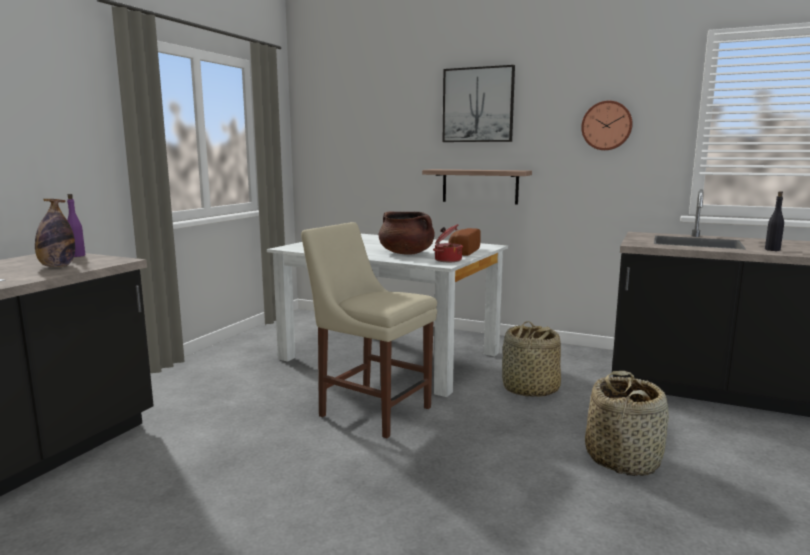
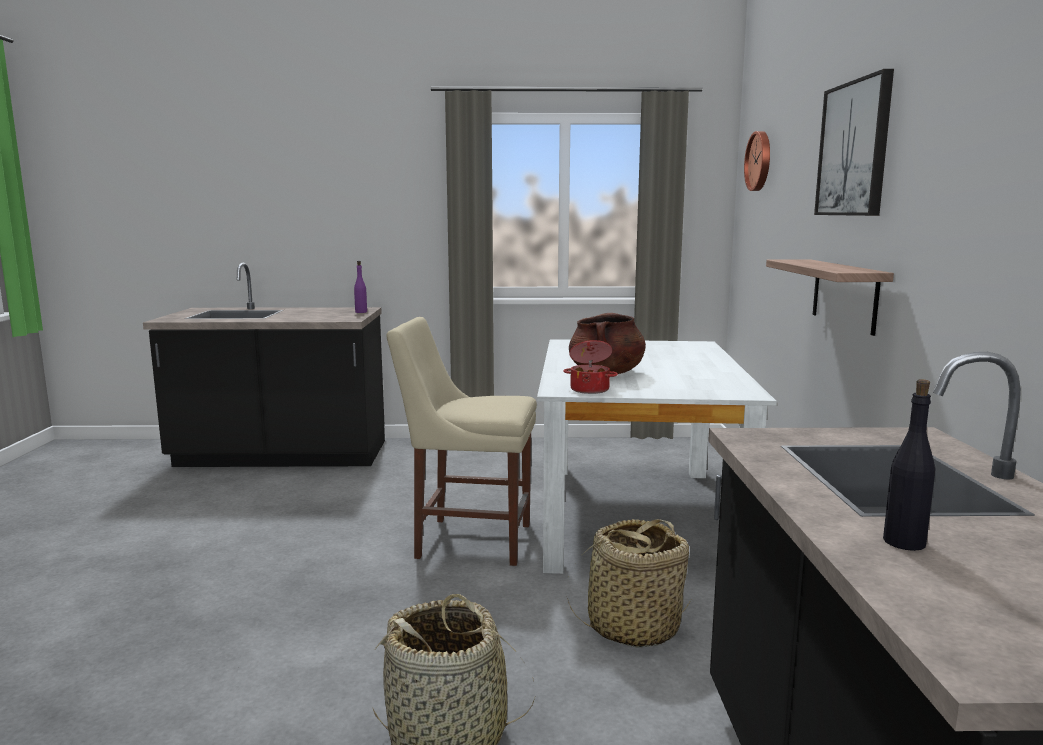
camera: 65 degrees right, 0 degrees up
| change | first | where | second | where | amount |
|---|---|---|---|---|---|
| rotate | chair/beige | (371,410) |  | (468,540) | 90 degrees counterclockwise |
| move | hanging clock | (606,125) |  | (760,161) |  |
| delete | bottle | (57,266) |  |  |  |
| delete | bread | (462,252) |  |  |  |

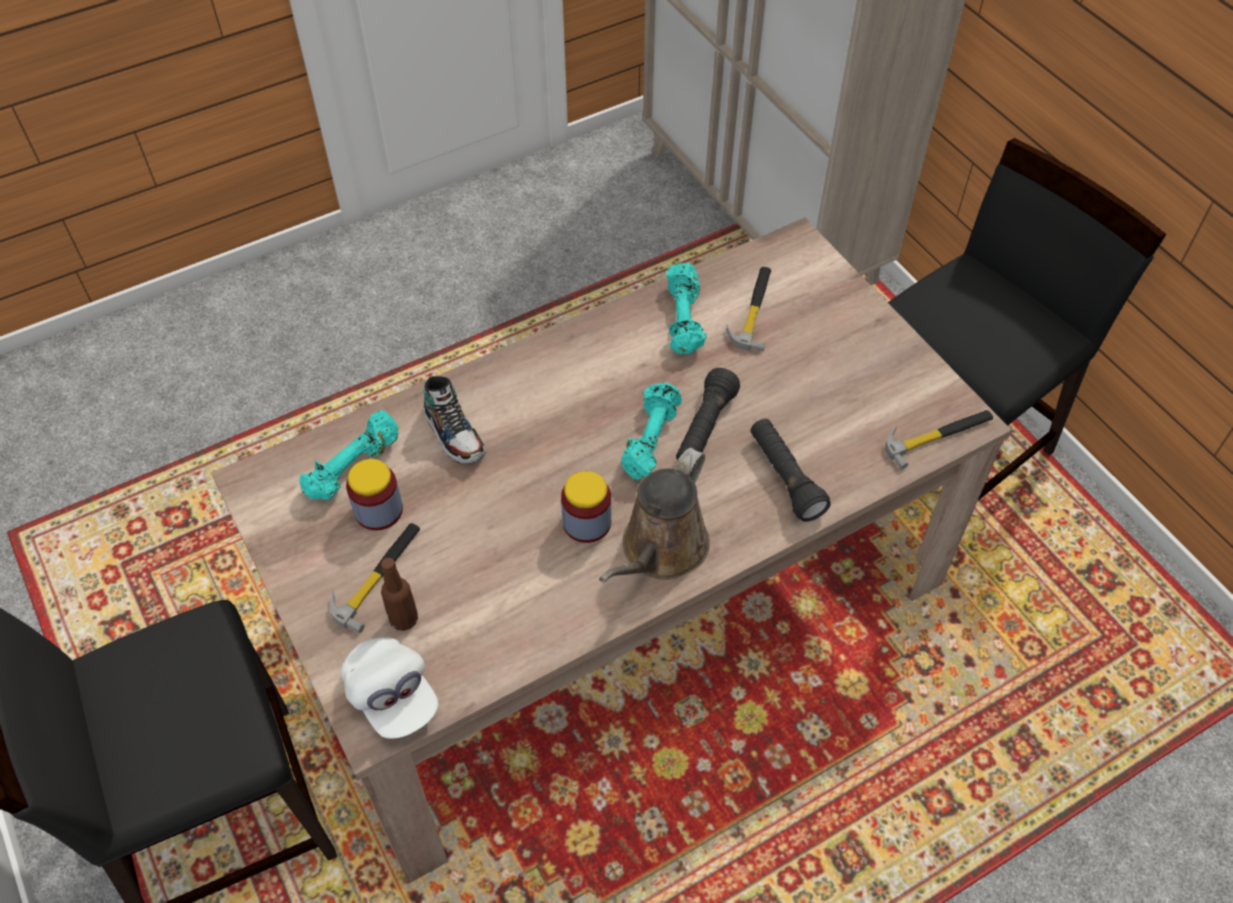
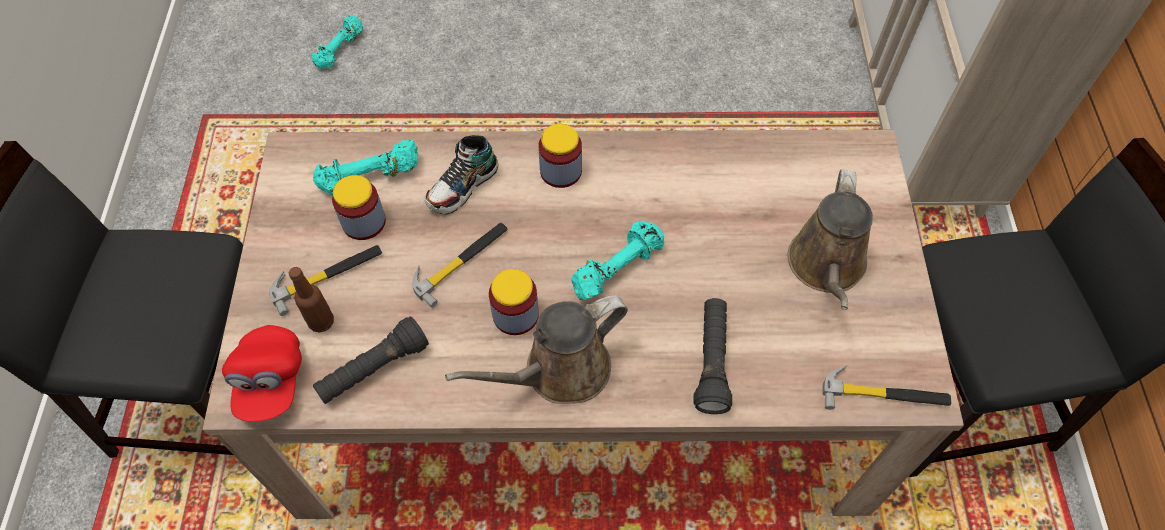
camera: 30 degrees right, 5 degrees up
| change | first | where | second | where | amount |
|---|---|---|---|---|---|
| recolor | peaked cap/white | (392,696) | peaked cap/reddish | (270,381) |  |
| move | dumbbell/blue-green | (685,320) |  | (341,50) |  |
| move | hand torch/blackish | (705,429) |  | (373,369) |  |
| move | hammer | (753,309) |  | (461,261) |  |
| rotate | low shoe | (454,434) |  | (463,187) | 45 degrees clockwise |
| insert |  |  | preserve jar | (561,171) |  |
| insert |  |  | sprinkling can/brown | (826,267) |  |

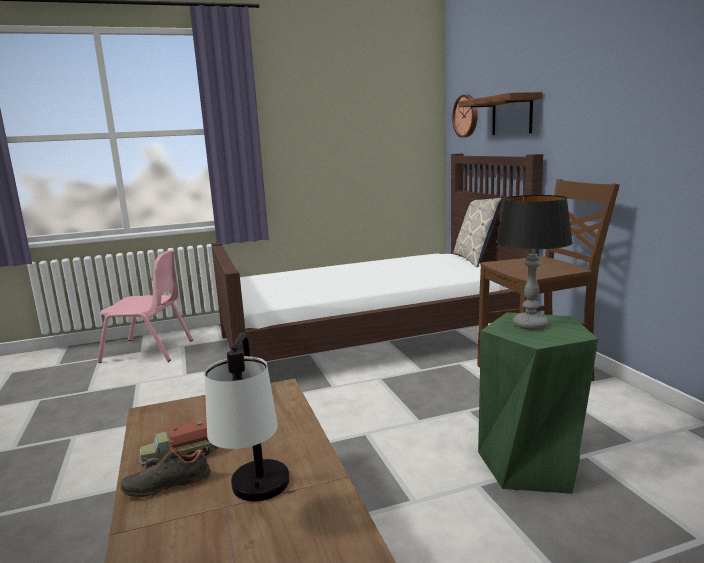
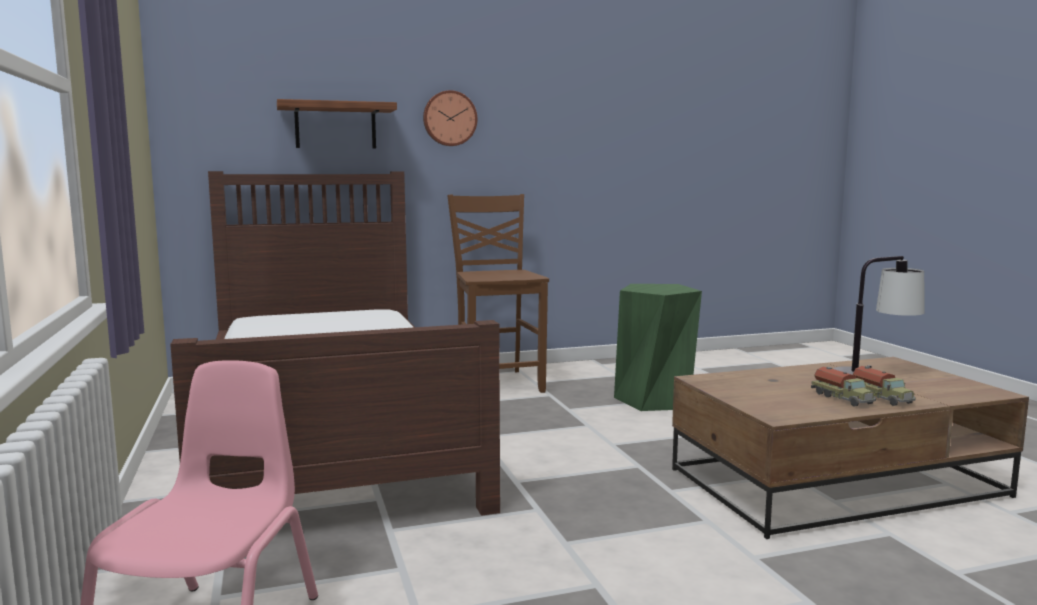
camera: 90 degrees left, 5 degrees down
| change | first | where | second | where | amount |
|---|---|---|---|---|---|
| move | hanging clock | (466,116) |  | (449,118) |  |
| replace | low shoe/blackish | (167,484) | toy lorry | (881,398) |  |
| delete | throw pillow | (475,260) |  |  |  |
| delete | table lamp | (530,325) |  |  |  |

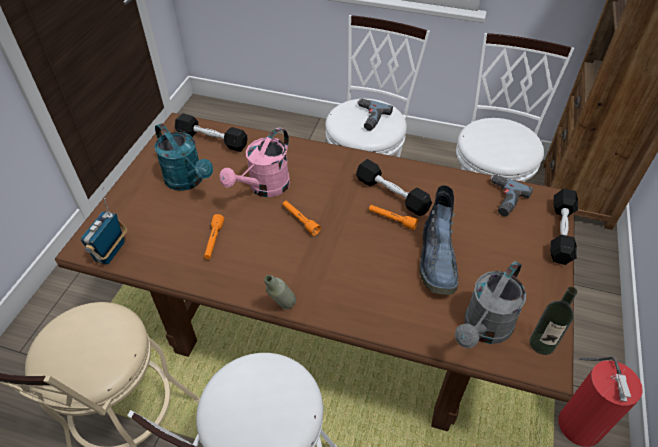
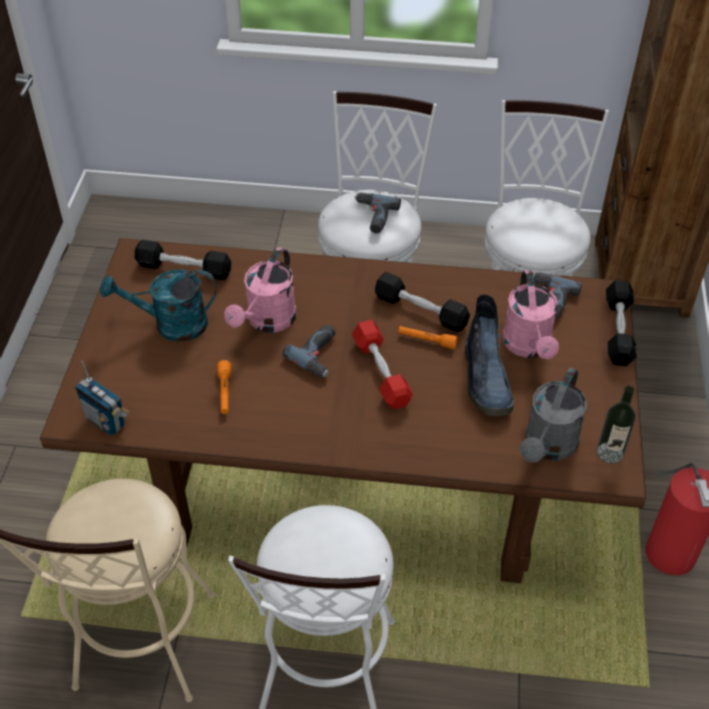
camera: 10 degrees left, 0 degrees up
| change | first | where | second | where | amount |
|---|---|---|---|---|---|
| rotate | radio receiver | (111,252) |  | (106,421) | 60 degrees counterclockwise |
| rotate | sprinkling can/blue-green | (188,181) |  | (171,325) | 135 degrees clockwise |
| replace | hand torch/orange | (300,220) | electric drill | (320,355) |  |
| insert |  |  | dumbbell/reddish | (381,372) |  |
| insert |  |  | sprinkling can/pink | (529,347) |  |
| delete | bottle/grey | (282,309) |  |  |  |

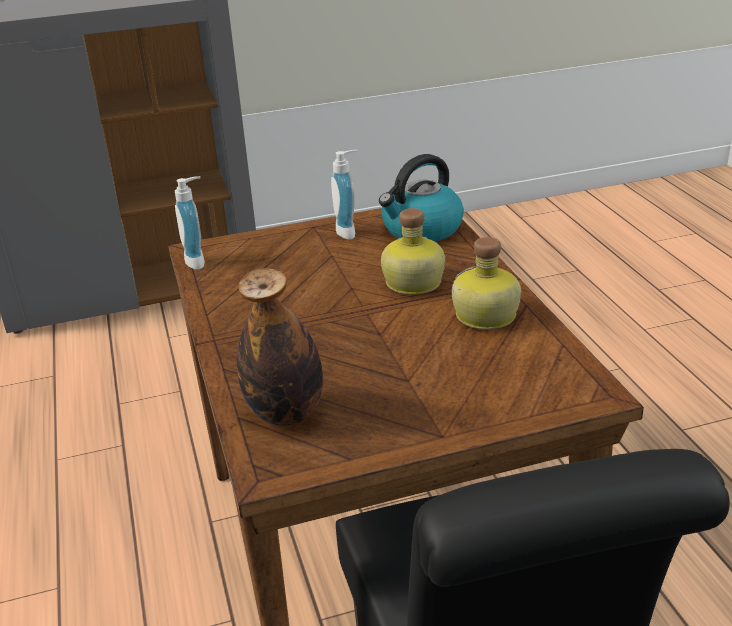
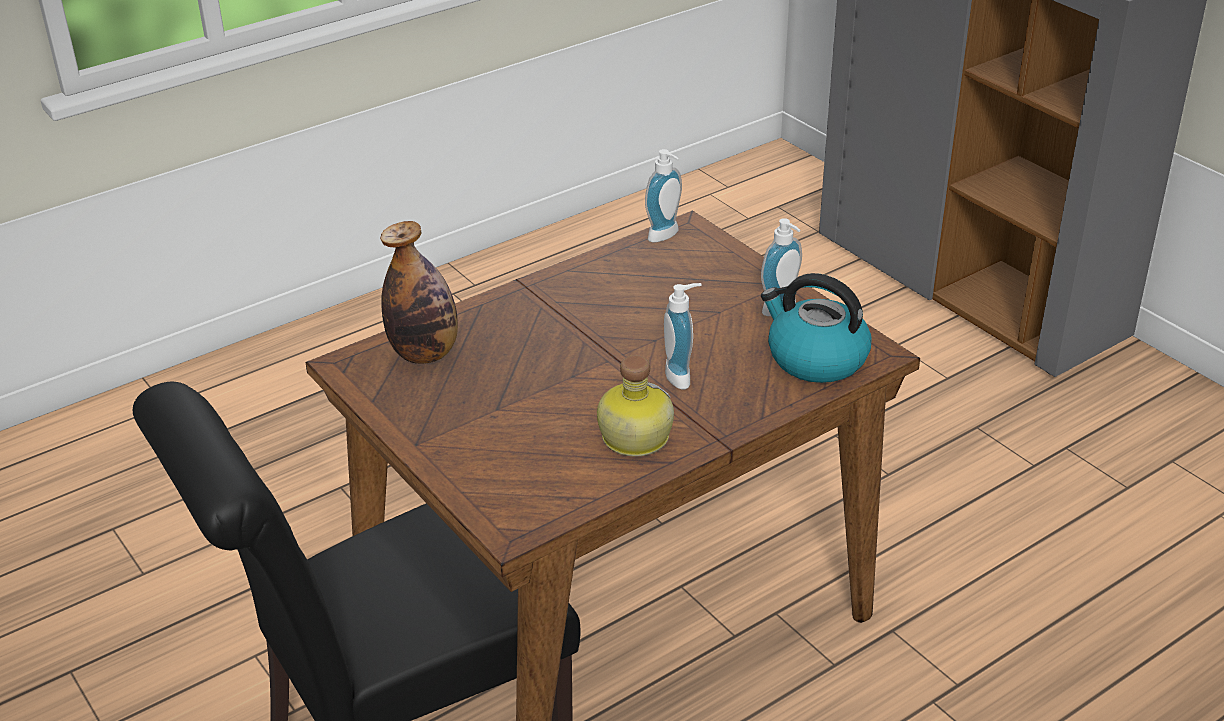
camera: 70 degrees right, 5 degrees up
| change | first | where | second | where | amount |
|---|---|---|---|---|---|
| replace | bottle | (411,283) | soap dispenser | (682,376) |  |

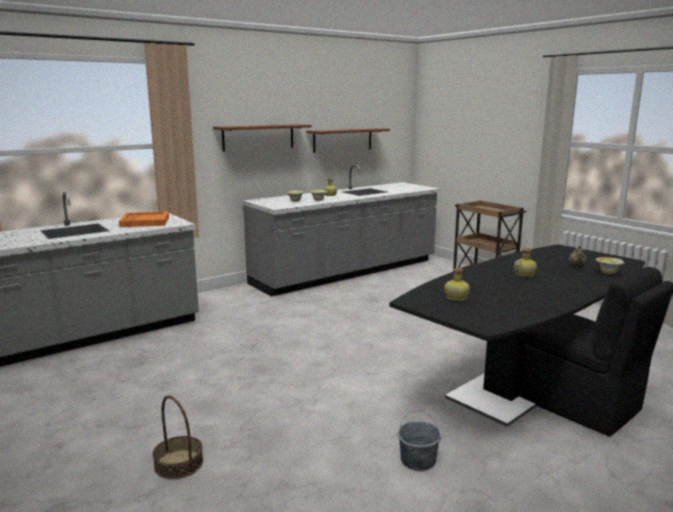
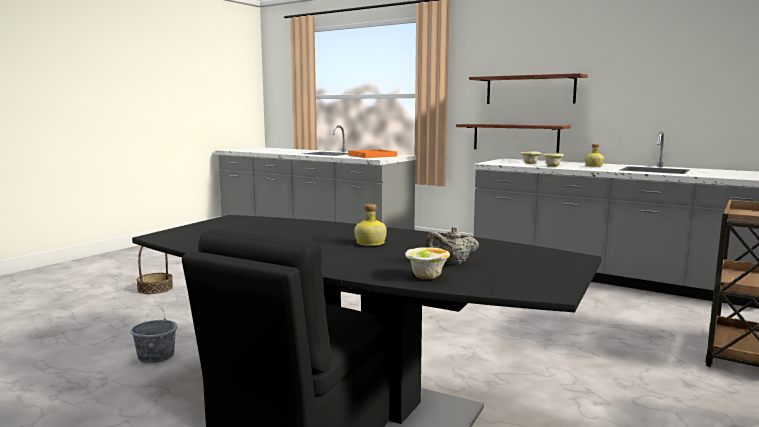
camera: 70 degrees right, 5 degrees down
| change | first | where | second | where | amount |
|---|---|---|---|---|---|
| move | wall shelf/brown | (342,140) |  | (515,137) |  |
| delete | bottle | (455,297) |  |  |  |

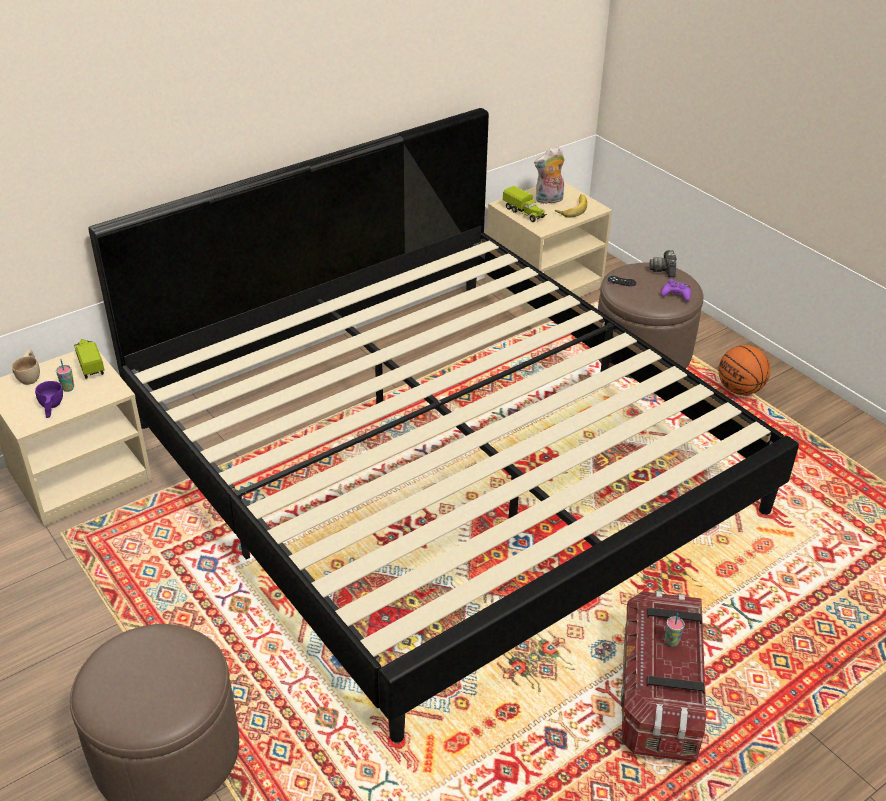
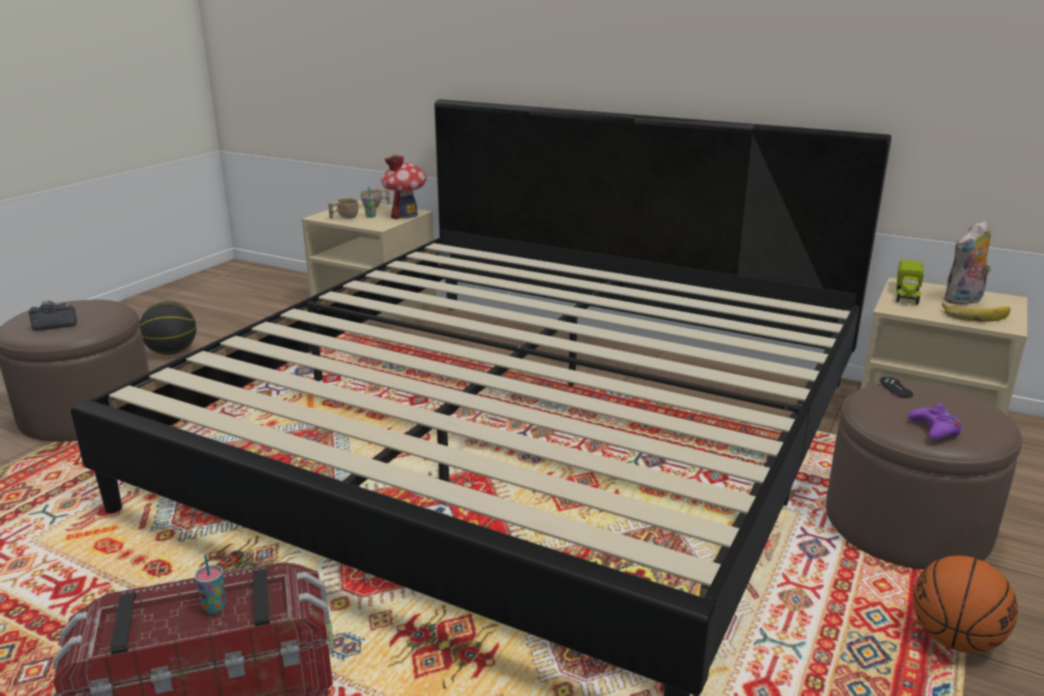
camera: 65 degrees right, 15 degrees down
| change | first | where | second | where | amount |
|---|---|---|---|---|---|
| move | photo camera | (664,270) |  | (55,324) |  |
| insert |  |  | basketball ball | (172,352) |  |
| recolor | cup/purple | (51,408) | cup/beige | (344,217) |  |
| replace | toy lorry | (90,364) | miniature house | (405,215) |  |
| rotate | soft toy | (549,200) |  | (963,301) | 75 degrees counterclockwise |

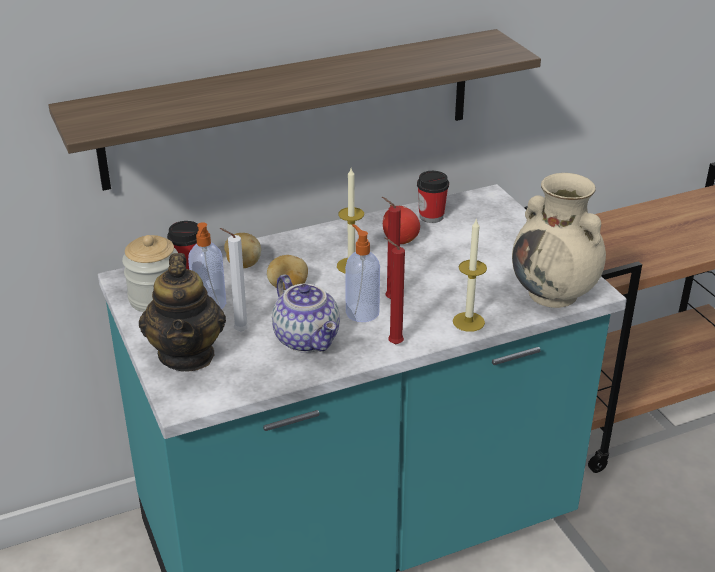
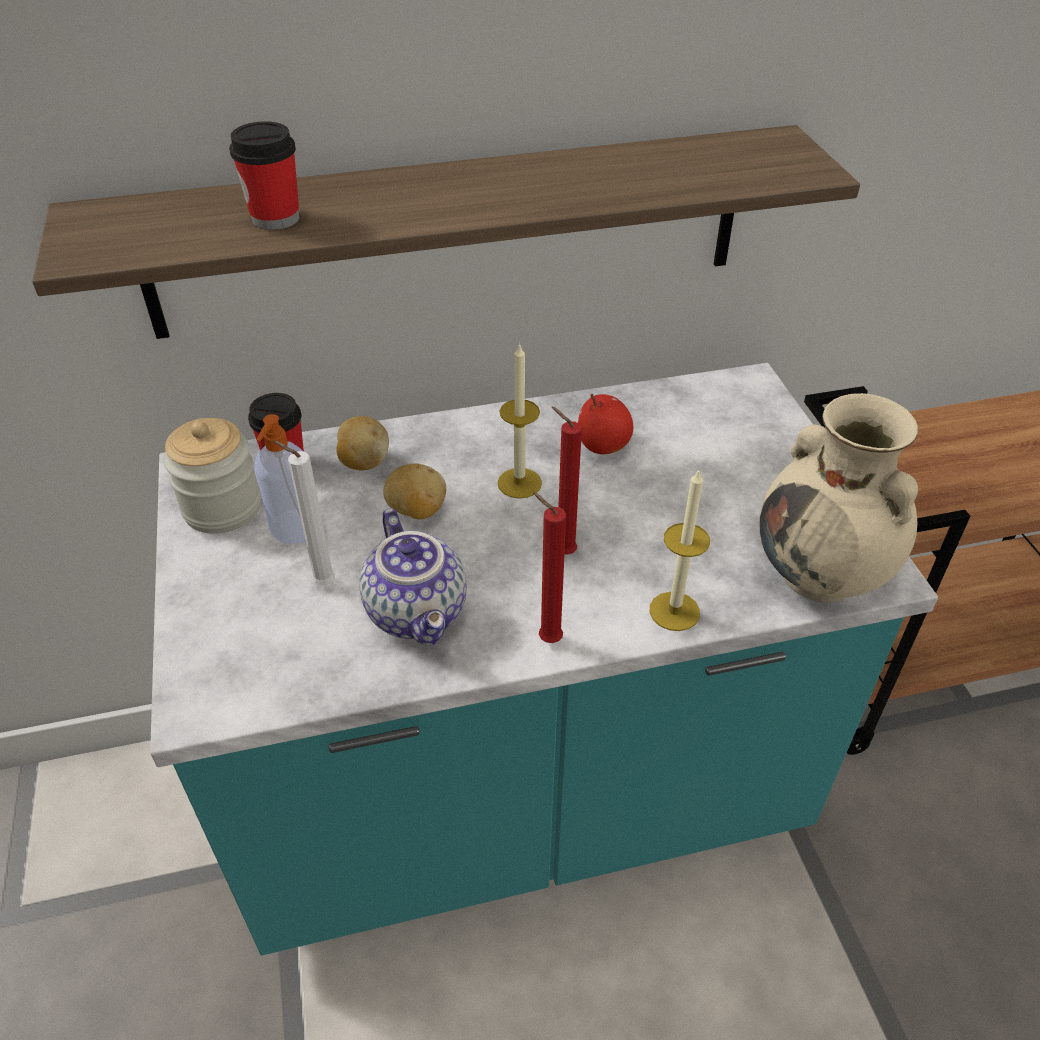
camera: 10 degrees right, 10 degrees up
| change | first | where | second | where | amount |
|---|---|---|---|---|---|
| move | cup | (431,216) |  | (275,218) |  |
| delete | pot for tea | (187,354) |  |  |  |
| delete | soap dispenser | (361,312) |  |  |  |

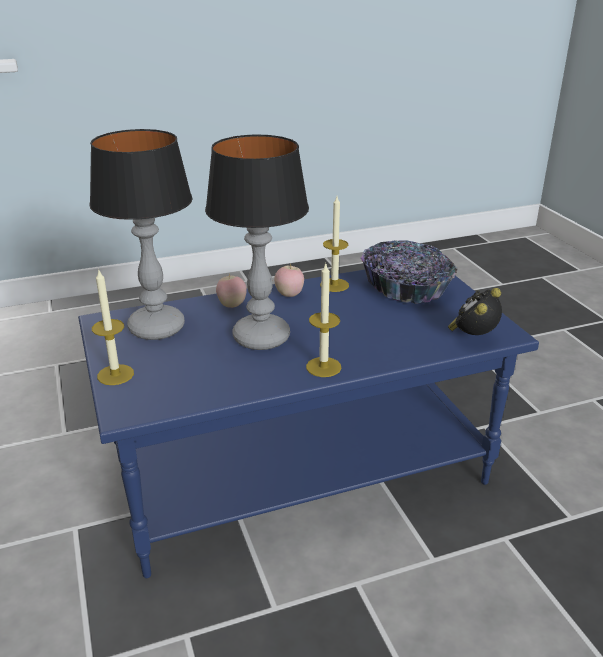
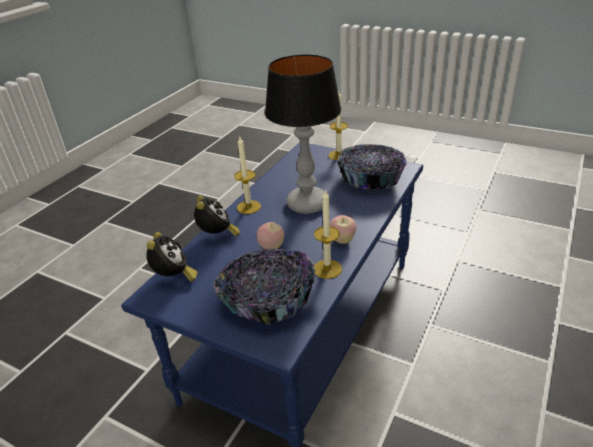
camera: 140 degrees right, 5 degrees up
| change | first | where | second | where | amount |
|---|---|---|---|---|---|
| insert |  |  | alarm clock | (217,235) |  |
| move | apple | (232,305) |  | (271,247) |  |
| replace | table lamp | (155,328) | serving bowl | (370,178) |  |

